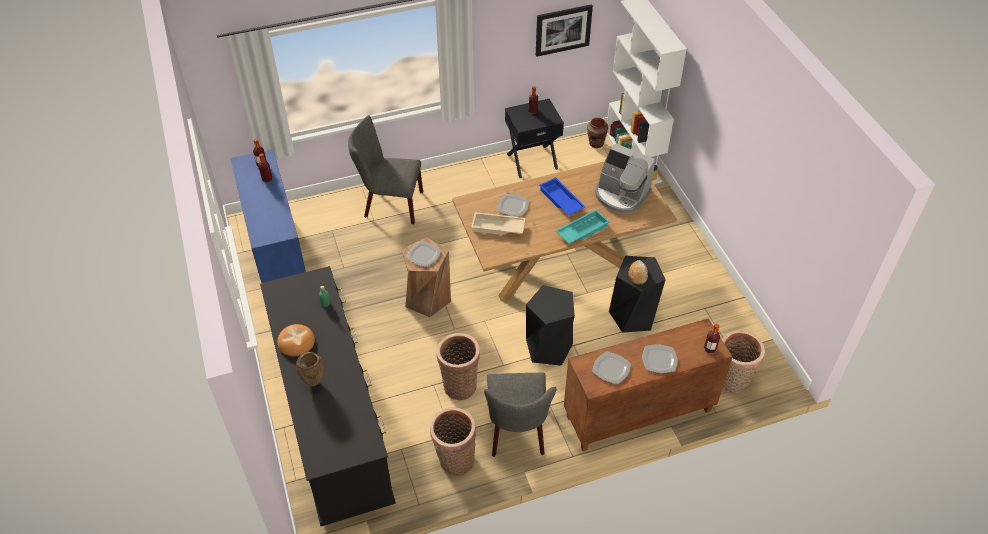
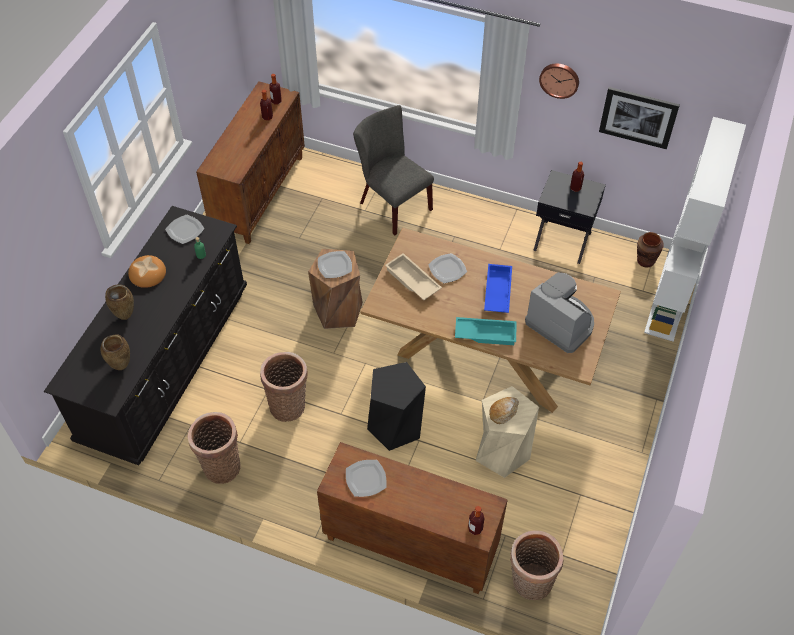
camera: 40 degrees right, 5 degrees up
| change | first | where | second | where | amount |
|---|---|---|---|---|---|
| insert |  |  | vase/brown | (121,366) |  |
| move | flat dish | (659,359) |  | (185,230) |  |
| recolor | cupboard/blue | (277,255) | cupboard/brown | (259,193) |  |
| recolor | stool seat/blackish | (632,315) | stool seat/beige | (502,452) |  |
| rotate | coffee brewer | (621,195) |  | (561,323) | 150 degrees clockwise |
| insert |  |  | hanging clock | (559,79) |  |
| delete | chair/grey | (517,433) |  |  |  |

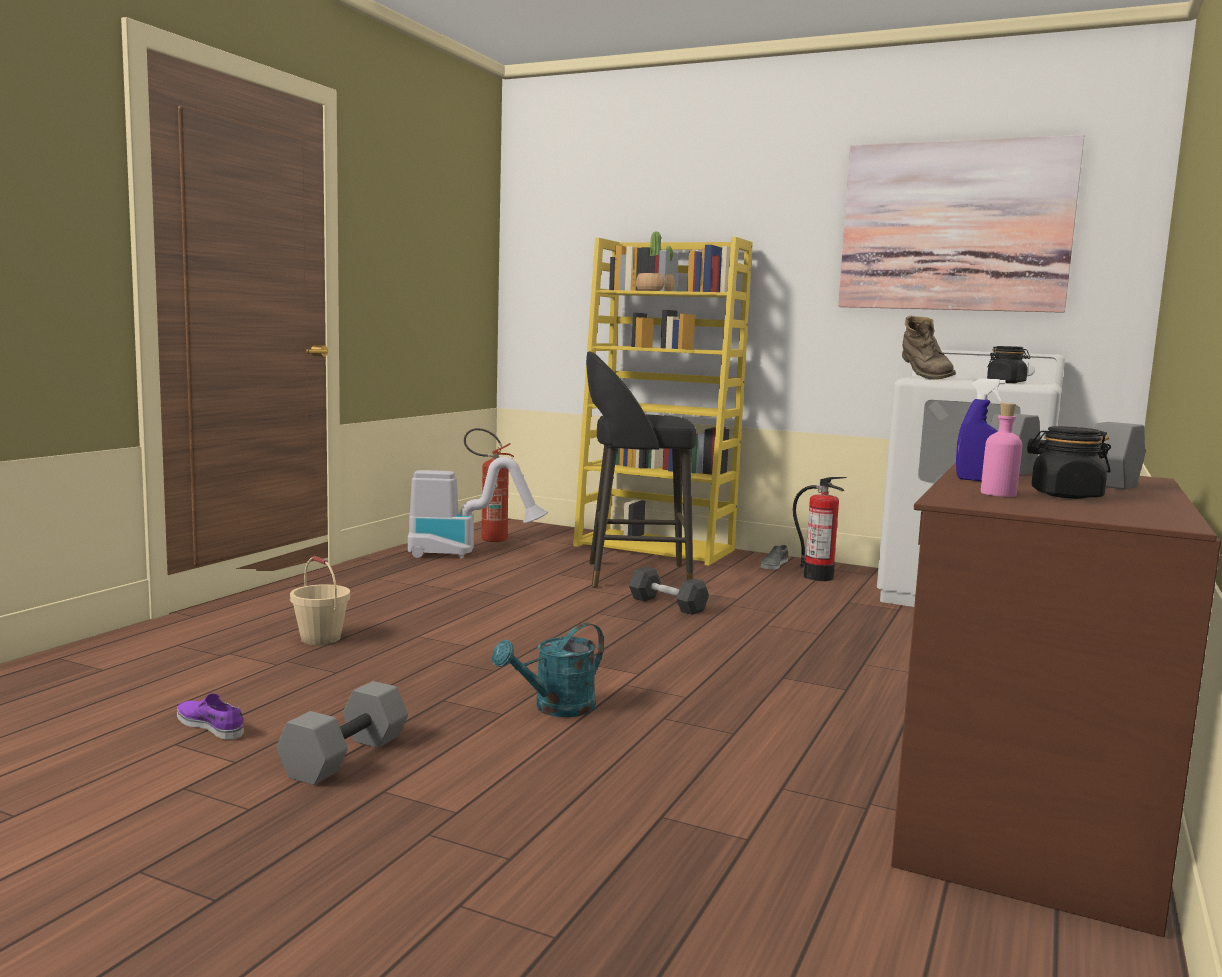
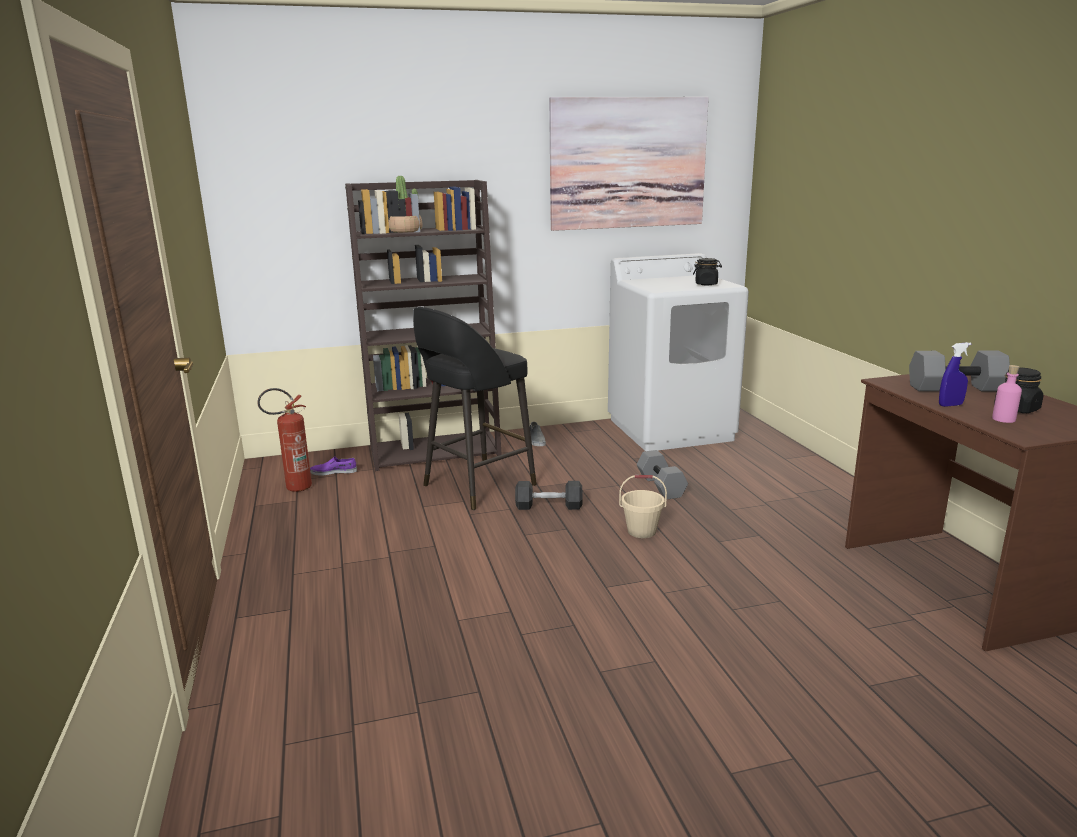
camera: 40 degrees left, 10 degrees up
| change | first | where | second | where | amount |
|---|---|---|---|---|---|
| move | low shoe/purple | (211,725) |  | (334,472) |  |
| recolor | bookcase/yellow-coloured | (656,548) | bookcase/brown | (436,451) |  |
| move | pail/beige | (321,638) |  | (642,531) |  |
| move | dumbbell/grey | (344,755) |  | (659,486) |  |
| delete | hoover | (465,554) |  |  |  |
| delete | sprinkling can/blue-green | (556,709) |  |  |  |
| delete | fire-fighting cylinder | (818,577) |  |  |  |
| delete | tall boot/brown | (923,378) |  |  |  |

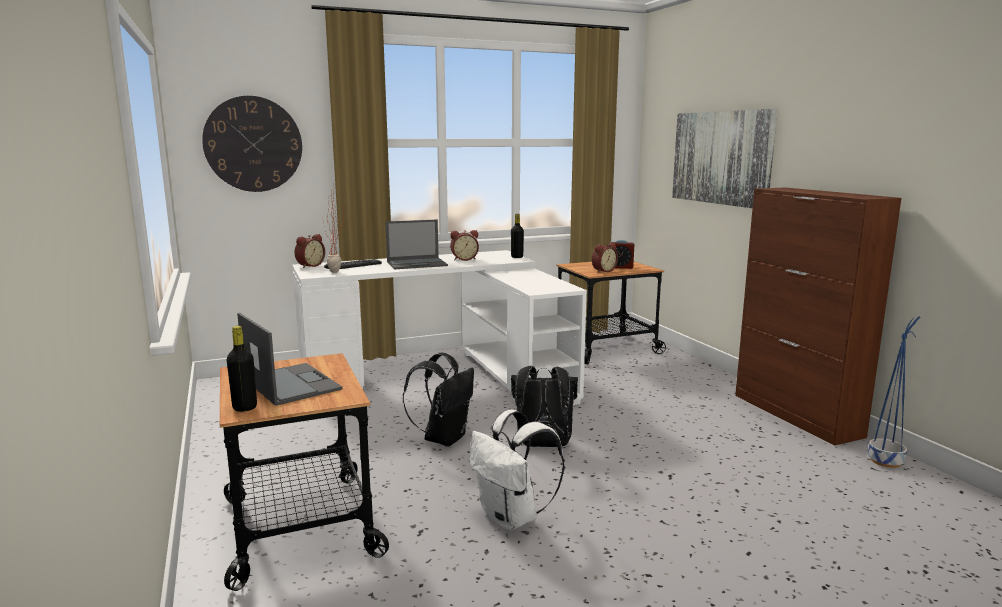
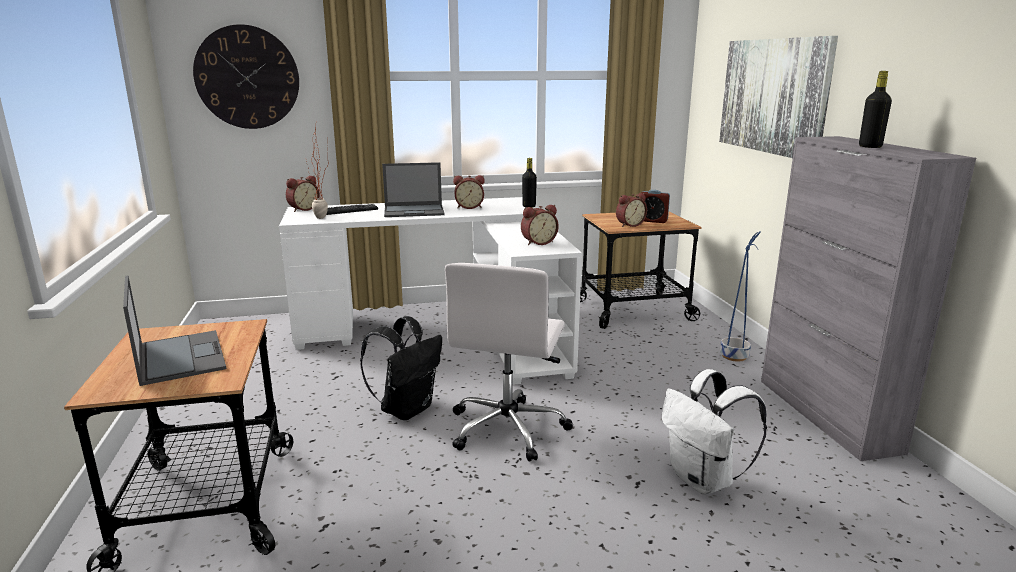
camera: 10 degrees right, 5 degrees up
| change | first | where | second | where | amount |
|---|---|---|---|---|---|
| replace | rucksack/blackish | (542,445) | office chair/white | (508,428) |  |
| insert |  |  | alarm clock | (538,242) |  |
| move | rucksack/white | (512,518) |  | (704,480) |  |
| move | planter/blue | (886,461) |  | (735,356) |  |
| recolor | cupboard/brown | (796,415) | cupboard/grey | (827,415) |  |
| move | bottle/blackish | (244,407) |  | (870,147) |  |

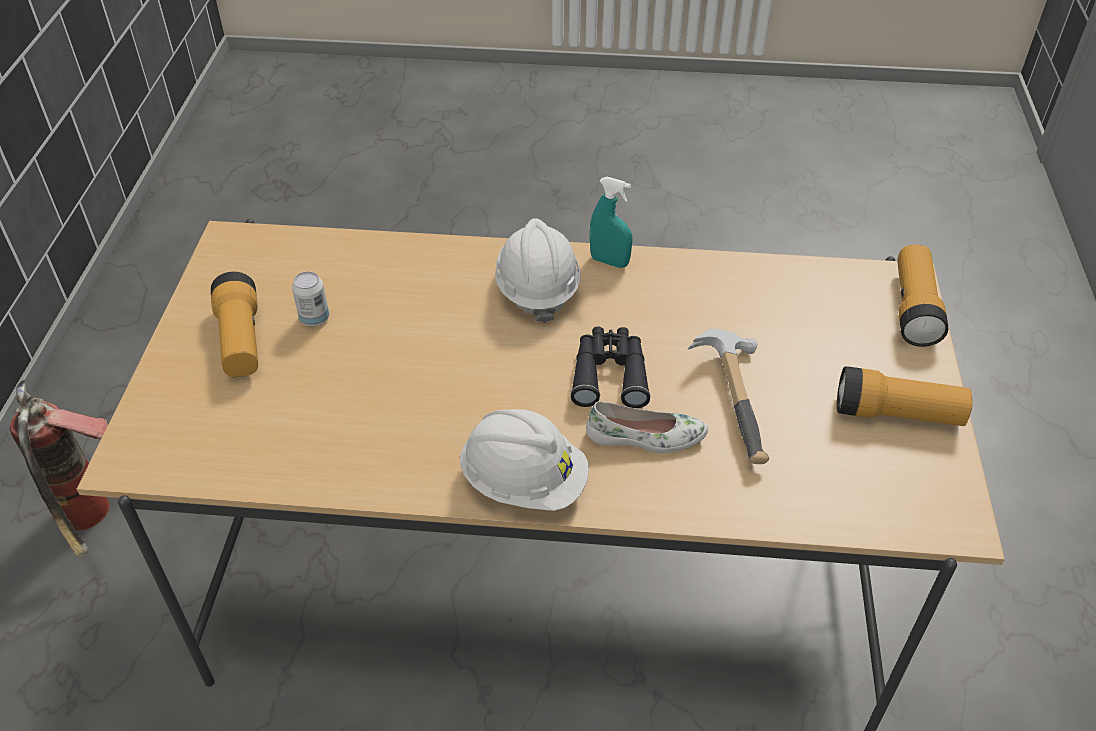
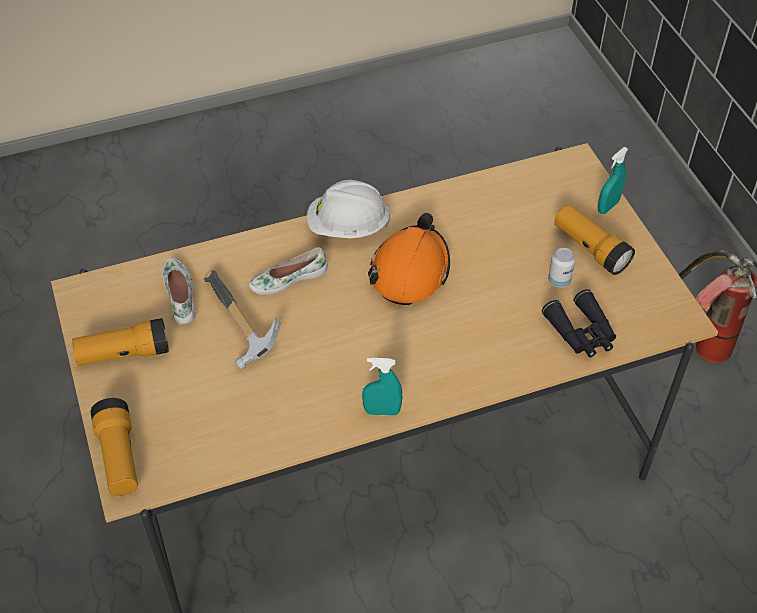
camera: 155 degrees right, 5 degrees up
| change | first | where | second | where | amount |
|---|---|---|---|---|---|
| insert |  |  | low shoe/white | (181,295) |  |
| insert |  |  | hard hat/orange | (410,270) |  |
| move | field glasses/blackish | (609,374) |  | (581,333) |  |
| insert |  |  | spray bottle/blue-green | (608,206) |  |
| delete | hard hat/white | (537,289) |  |  |  |

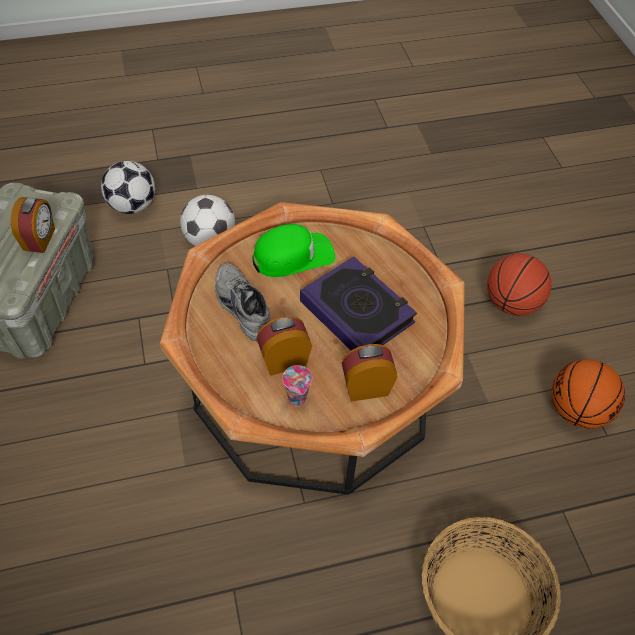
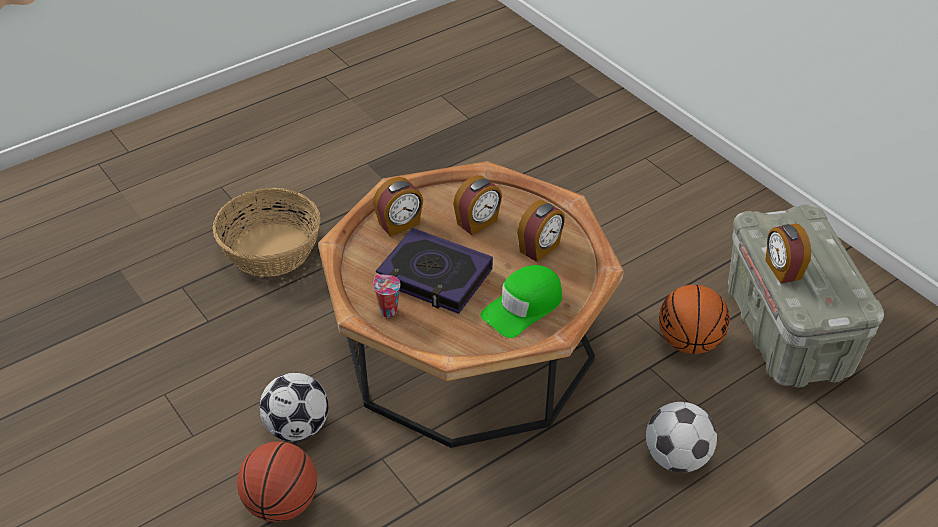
camera: 160 degrees right, 10 degrees down
| change | first | where | second | where | amount |
|---|---|---|---|---|---|
| move | ball for football | (132,206) |  | (297,428) |  |
| move | cup | (298,400) |  | (387,311) |  |
| replace | low shoe/grey | (241,308) | alarm clock | (540,248) |  |
| move | basketball ball | (576,410) |  | (689,342) |  |

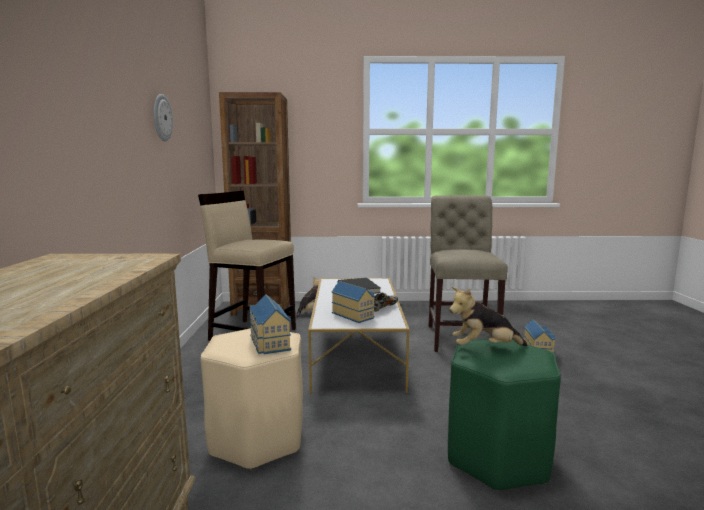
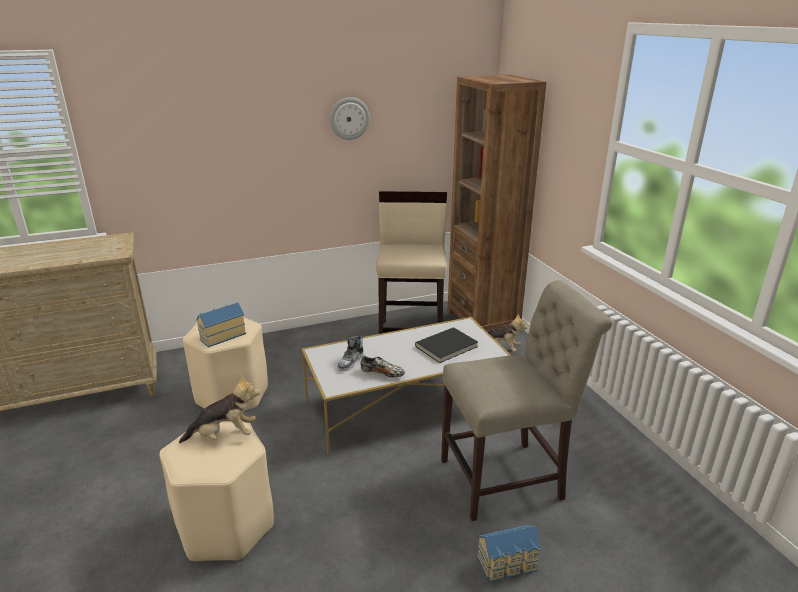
camera: 70 degrees right, 15 degrees up
| change | first | where | second | where | amount |
|---|---|---|---|---|---|
| recolor | stool seat/greenish | (497,458) | stool seat/beige | (225,527) |  |
| rotate | soft toy | (484,348) |  | (225,435) | 105 degrees clockwise |
| replace | miniature house | (353,315) | low shoe | (351,362) |  |

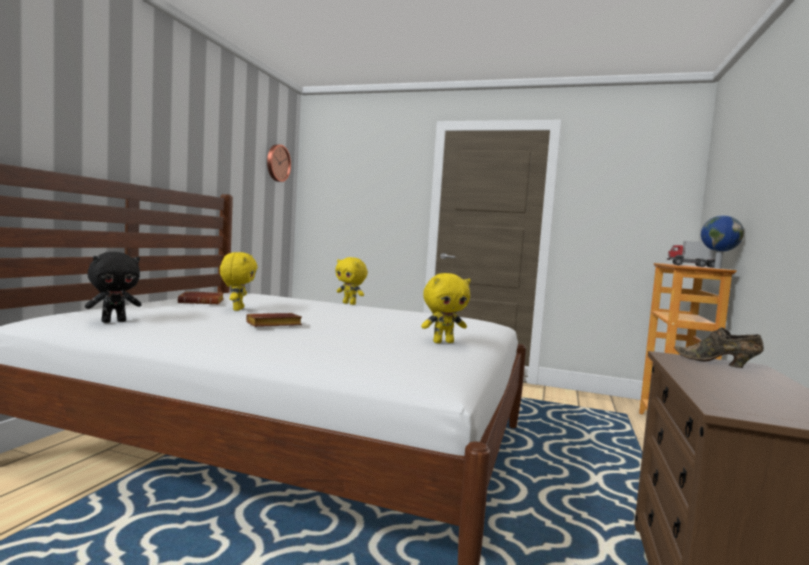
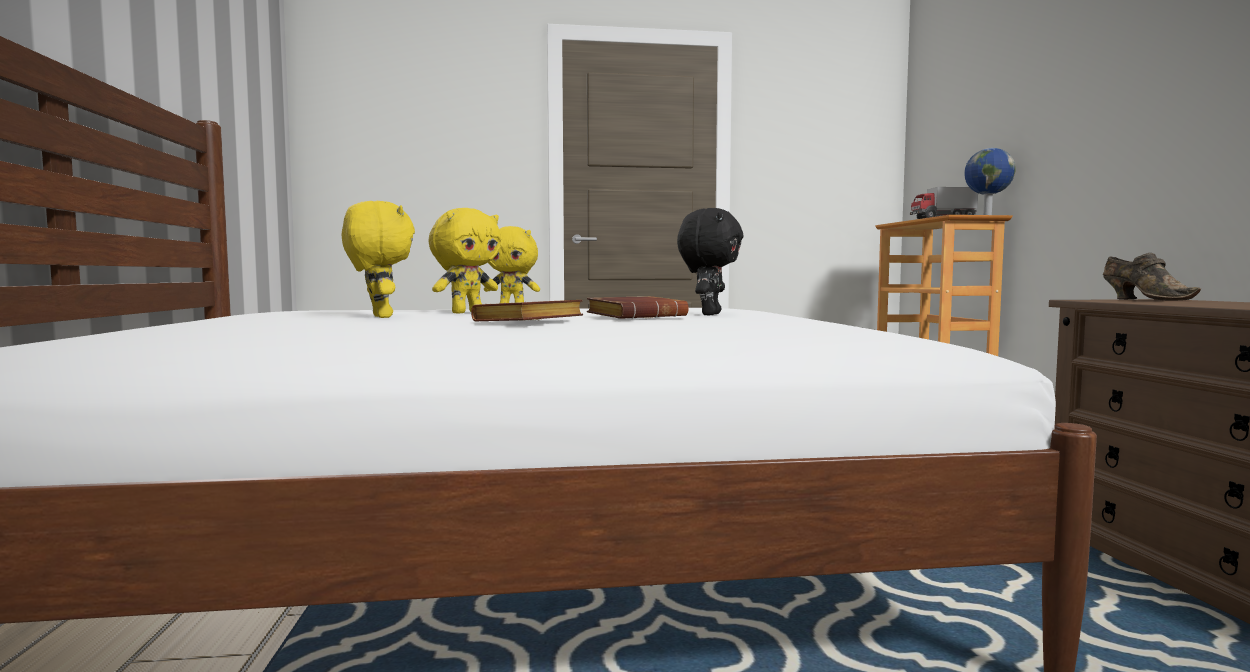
camera: 25 degrees left, 0 degrees up
| change | first | where | second | where | amount |
|---|---|---|---|---|---|
| move | soft toy/yellow-coloured | (443,342) |  | (466,312) |  |
| move | volume/brown | (202,302) |  | (637,317) |  |
| move | soft toy/blackish | (114,321) |  | (709,314) |  |
| rotate | low shoe/brown | (718,363) |  | (1144,300) | 120 degrees counterclockwise |
| delete | hanging clock | (277,163) |  |  |  |

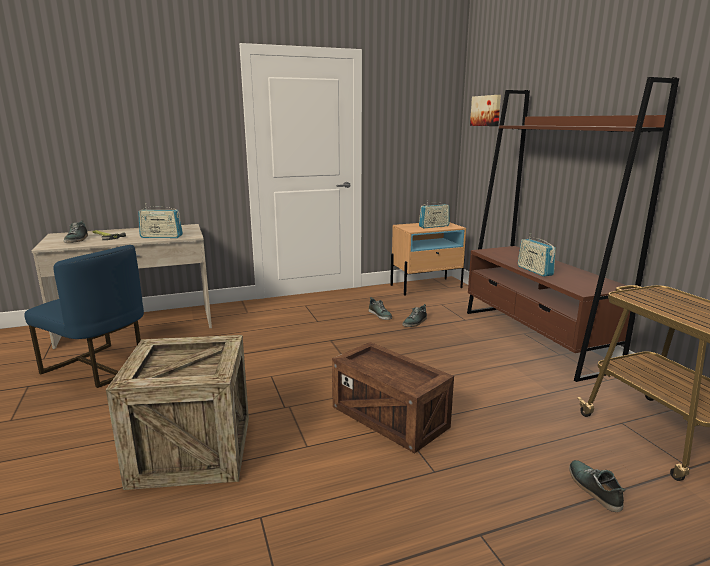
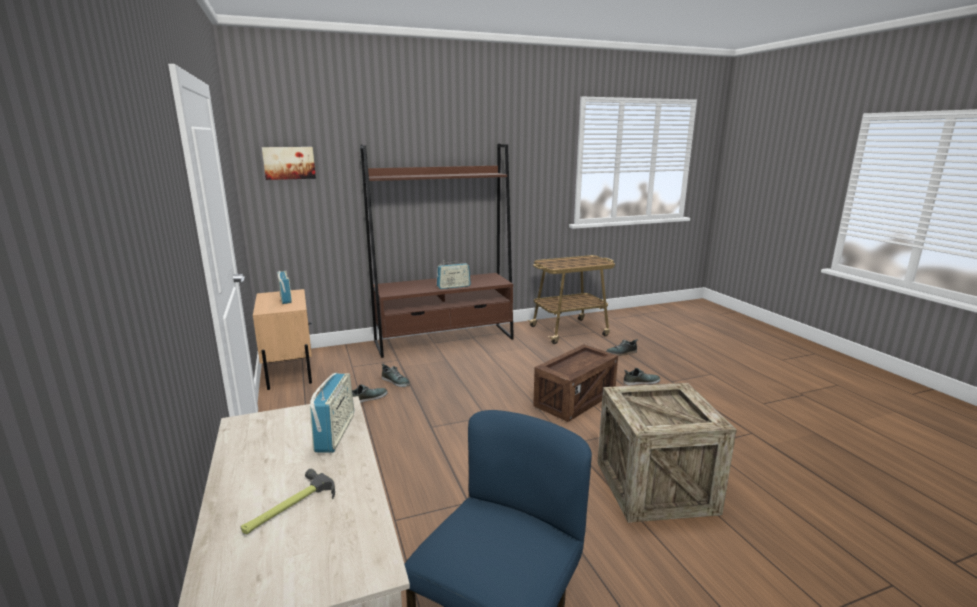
camera: 90 degrees left, 0 degrees up
| change | first | where | second | where | amount |
|---|---|---|---|---|---|
| move | low shoe | (77,239) |  | (641,382) |  |

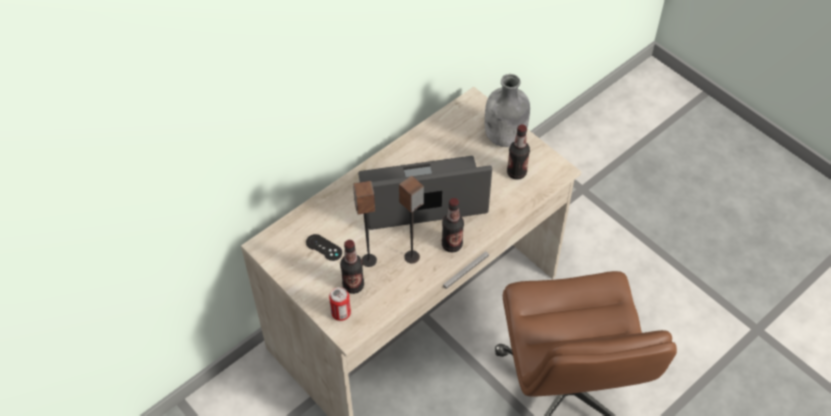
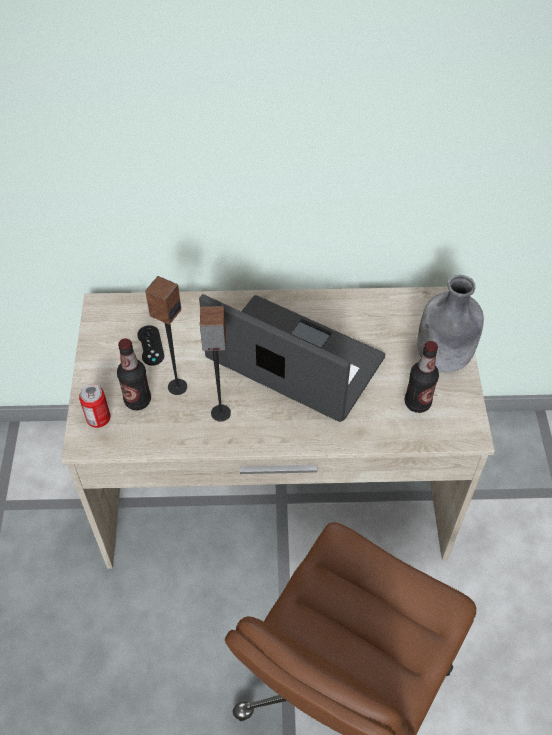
camera: 40 degrees right, 0 degrees up
| change | first | where | second | where | amount |
|---|---|---|---|---|---|
| delete | bottle | (452,245) |  |  |  |

